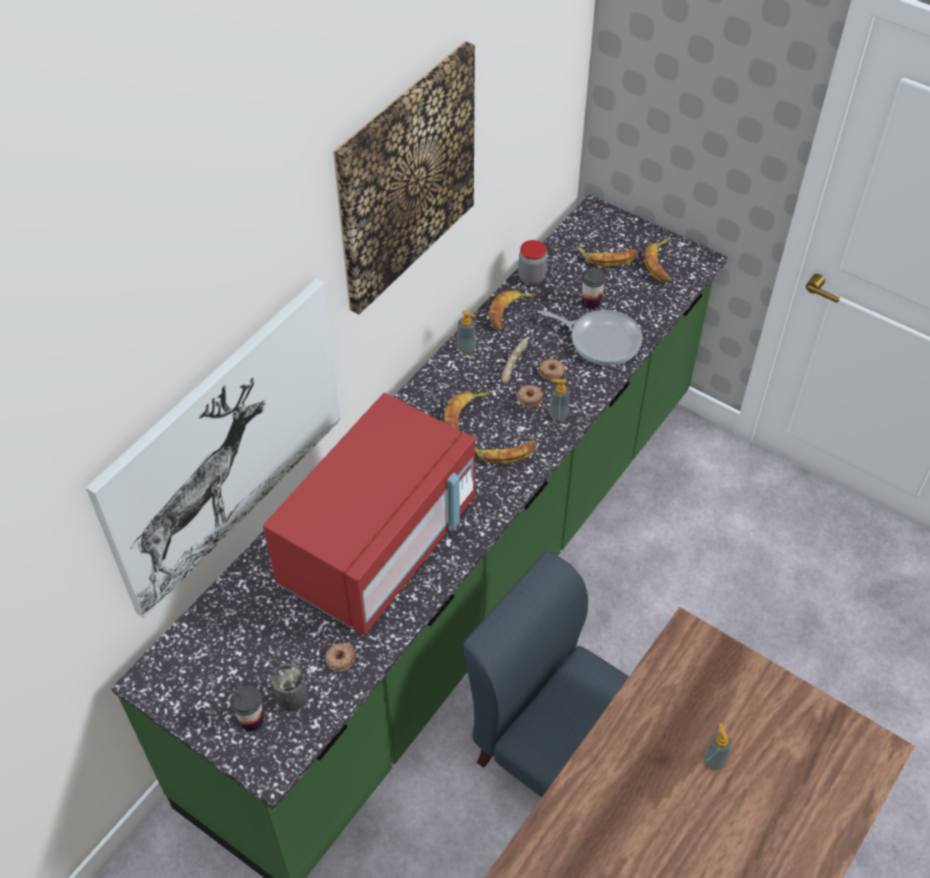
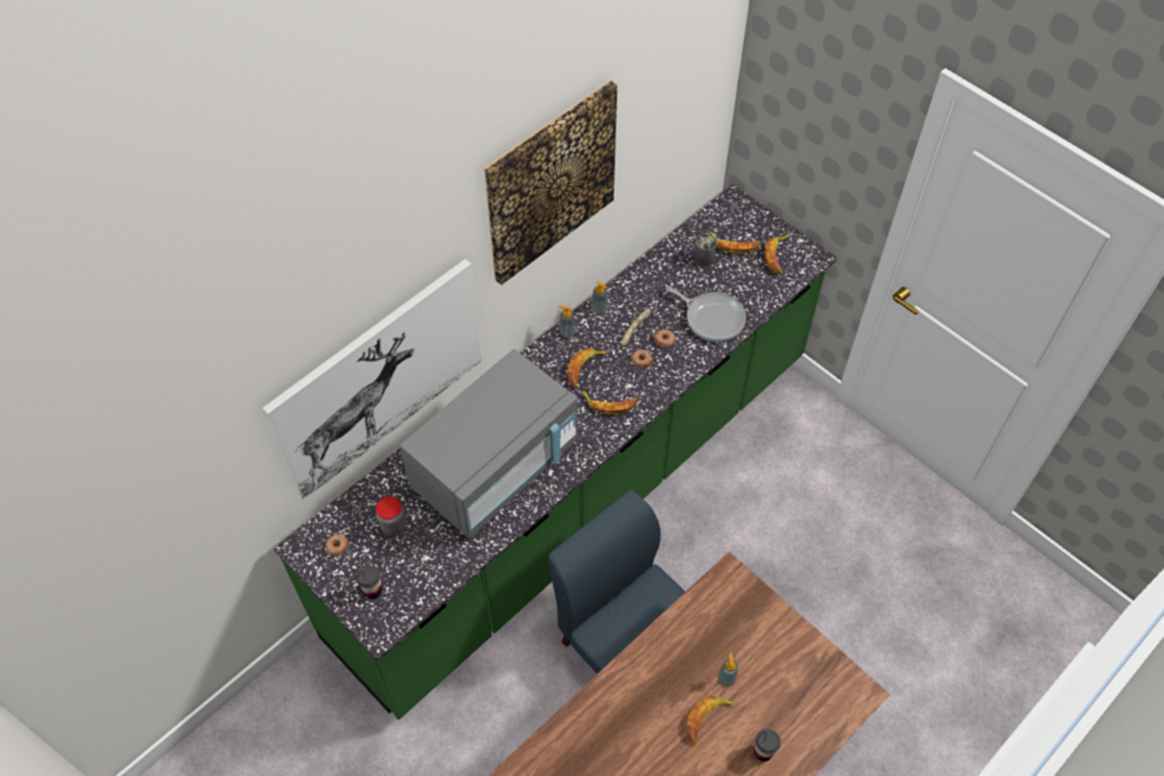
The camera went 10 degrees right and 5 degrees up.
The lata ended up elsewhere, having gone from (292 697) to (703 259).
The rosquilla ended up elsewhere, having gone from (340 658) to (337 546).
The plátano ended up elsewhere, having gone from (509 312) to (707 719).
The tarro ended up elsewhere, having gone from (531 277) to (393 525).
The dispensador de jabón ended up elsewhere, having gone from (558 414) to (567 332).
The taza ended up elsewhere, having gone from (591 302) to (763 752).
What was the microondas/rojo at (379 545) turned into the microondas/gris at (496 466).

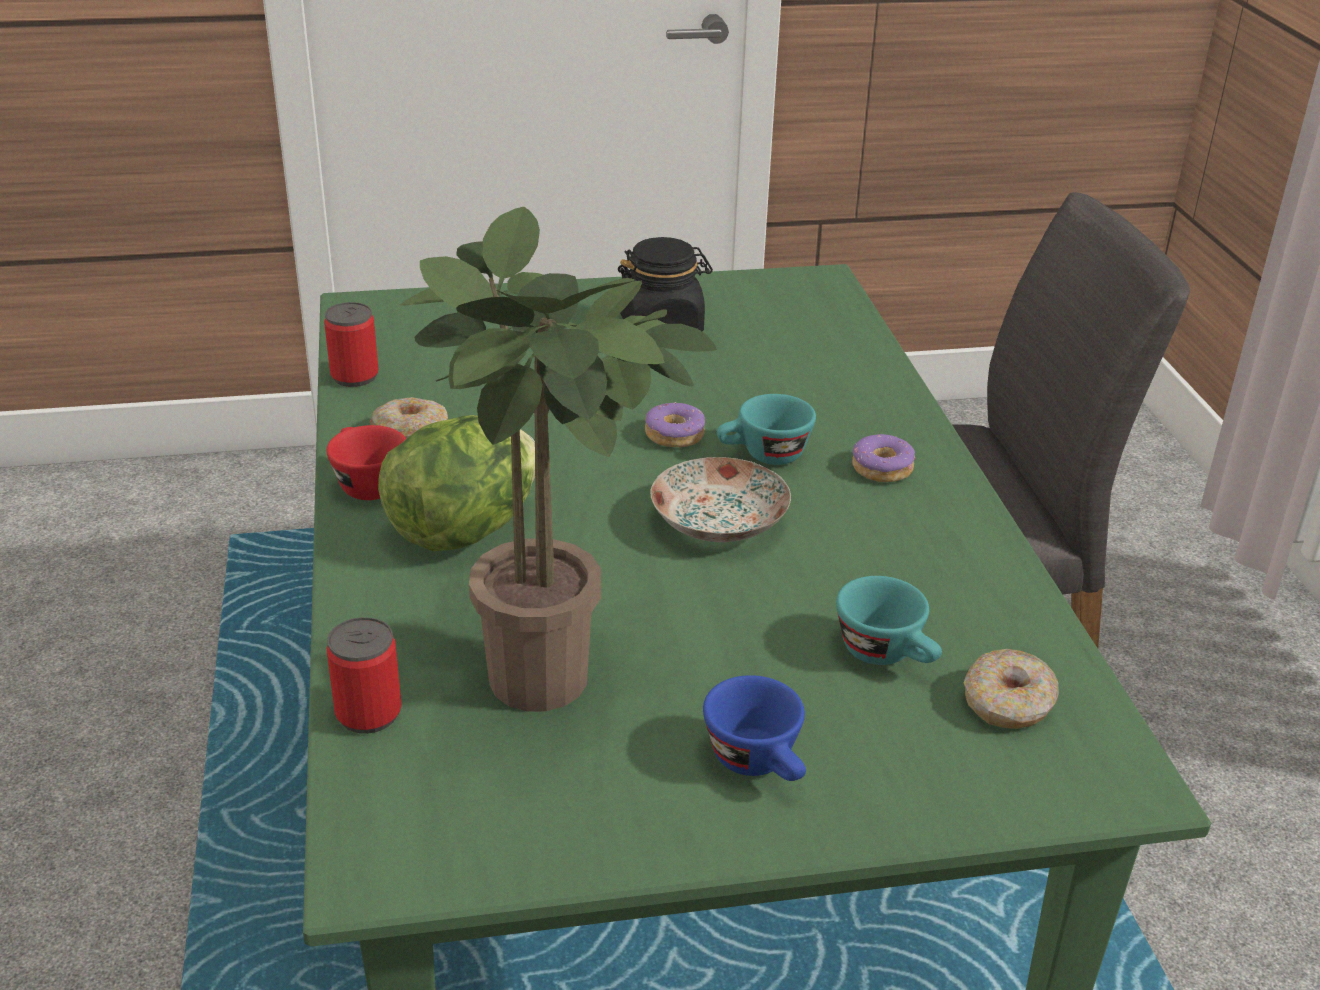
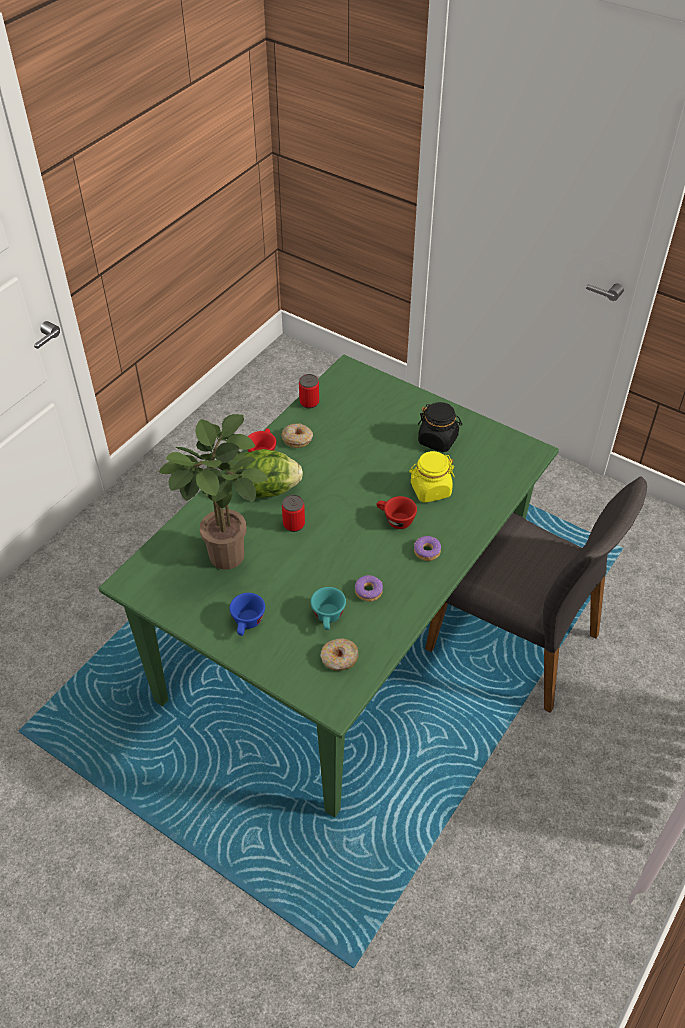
The camera went 45 degrees right and 15 degrees up.
The second view lost the plato at (718 524).
The second view gained the tarro/amarillo at (430 490).
The lata ended up elsewhere, having gone from (368 713) to (294 524).
The rosquilla ended up elsewhere, having gone from (675 435) to (369 591).
What was the taza/turquesa at (763 456) turned into the taza/rojo at (395 520).

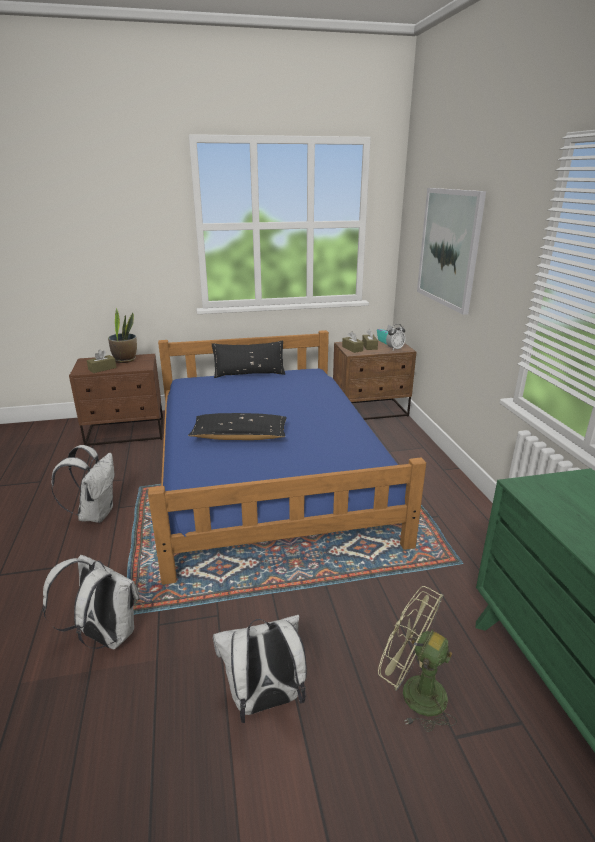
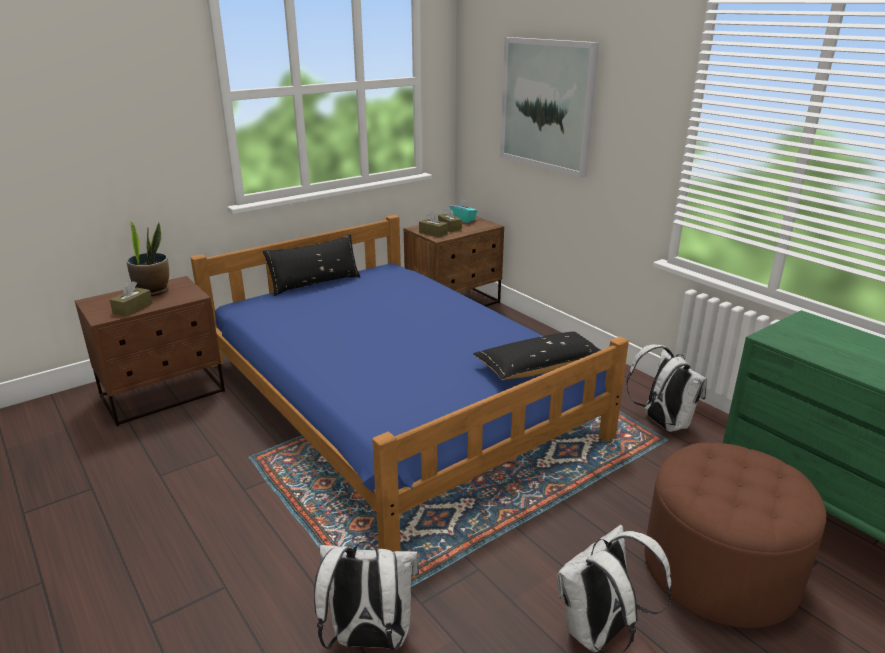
The camera went 25 degrees left and 0 degrees up.
The second view lost the despertador at (394 349).
The mochila/blanco ended up elsewhere, having gone from (95 513) to (662 423).
The cojín/negro ended up elsewhere, having gone from (239 436) to (539 367).
Where the ventilador/verde stood at (413 692), the puf/marrón came to stand at (719 570).

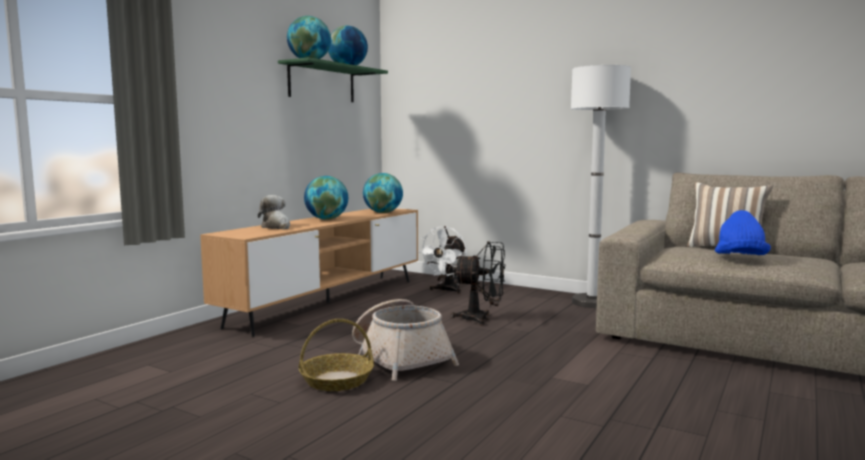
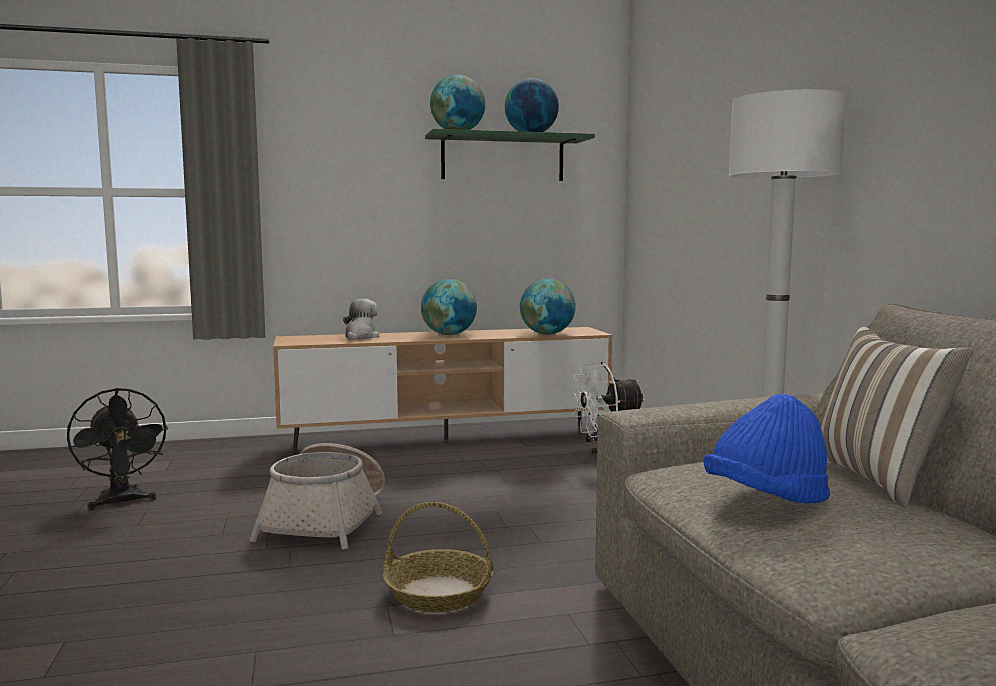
The camera went 45 degrees right and 0 degrees up.
The cesta ended up elsewhere, having gone from (337 380) to (439 593).
The ventilador/negro ended up elsewhere, having gone from (481 319) to (122 503).

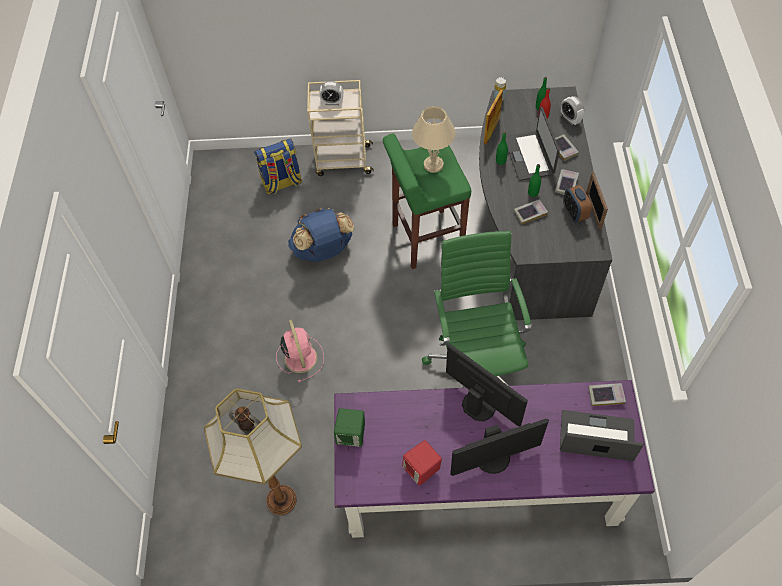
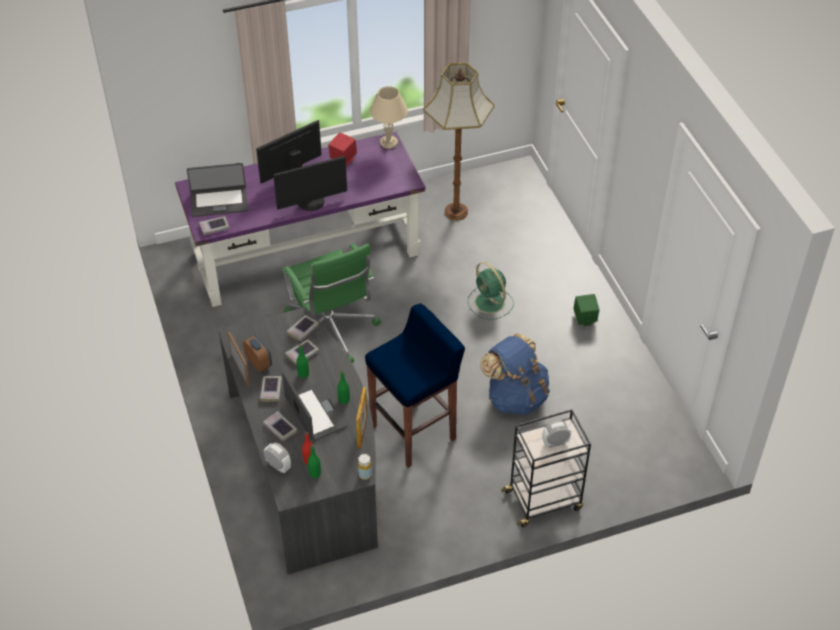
The camera went 160 degrees right and 10 degrees down.
The second view lost the mochila at (282 183).
The second view gained the libro at (303 330).
The altavoz/verde ended up elsewhere, having gone from (351 434) to (585 319).
The lámpara de mesa/beis ended up elsewhere, having gone from (432 164) to (389 142).
What was the ventilador/rosa at (300 357) turned into the ventilador/verde at (490 303).
What was the carrito/beis at (342 161) turned into the carrito/negro at (544 500).
What was the taburete/verde at (426 239) turned into the taburete/azul at (414 432).
The monitor at (480 404) ended up facing another way, 45 degrees counterclockwise from before.

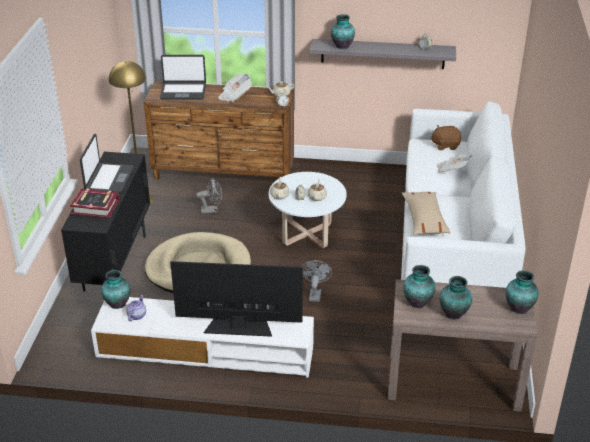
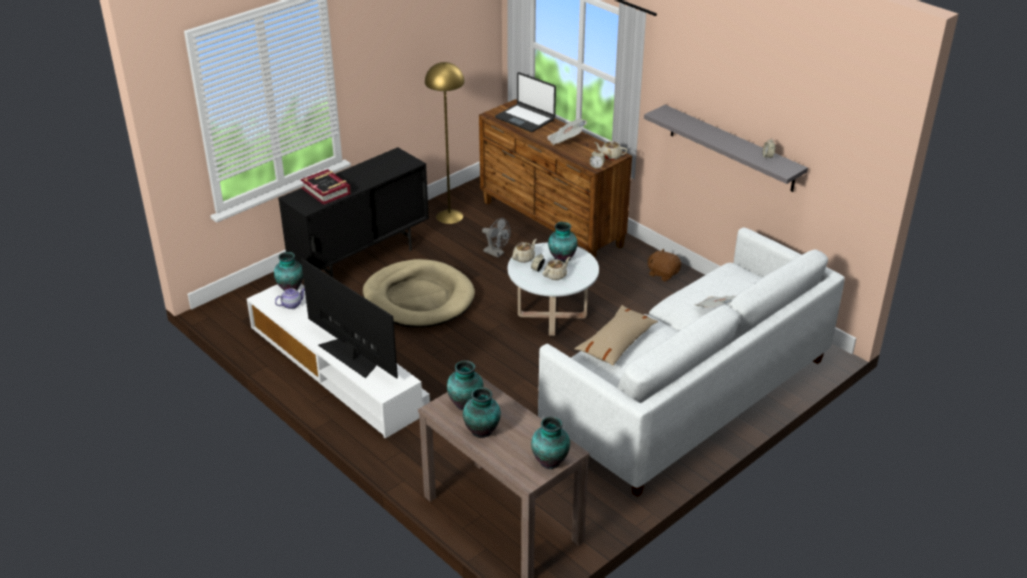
The camera went 40 degrees right and 0 degrees up.
The second view lost the portátil at (108 179).
The second view lost the ventilador/gris at (315 293).
The florero ended up elsewhere, having gone from (341 46) to (561 258).
The peluche/marrón ended up elsewhere, having gone from (445 145) to (663 274).

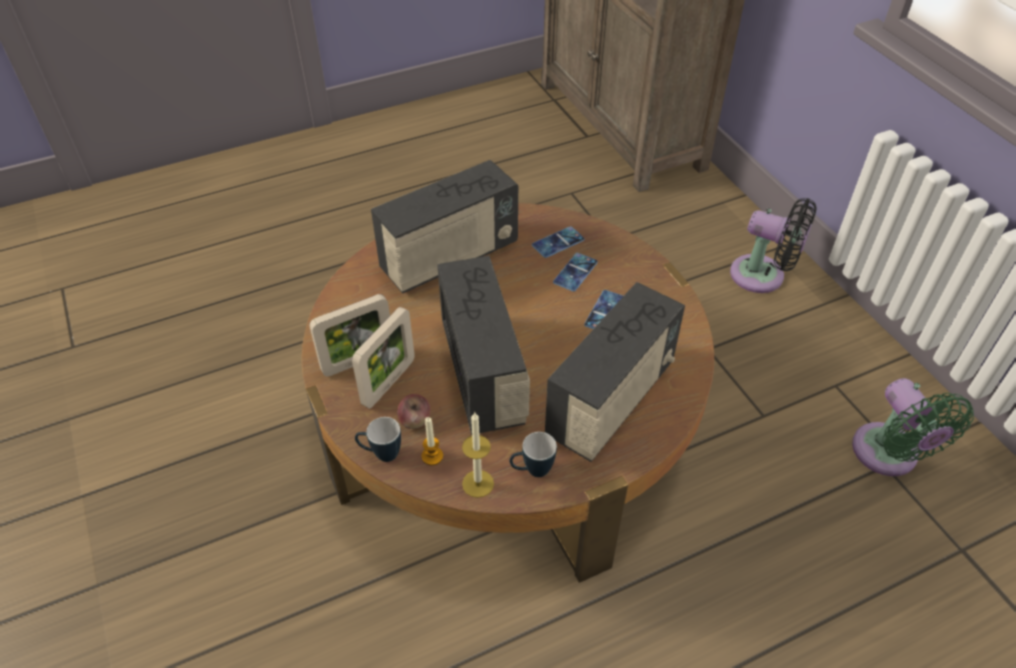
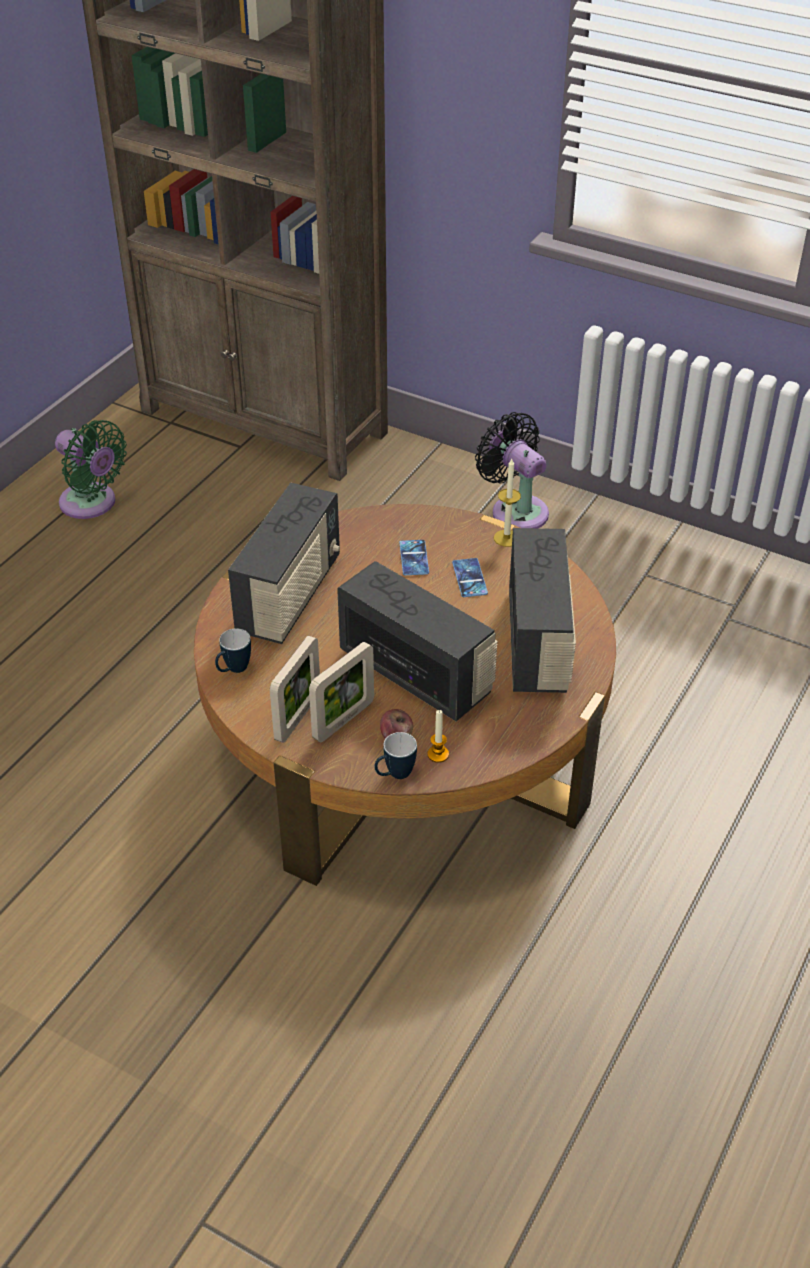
The camera went 35 degrees left and 5 degrees down.
The second view lost the móvil at (558 242).
The vela ended up elsewhere, having gone from (478 483) to (506 538).
The taza grande ended up elsewhere, having gone from (532 471) to (233 670).
The ventilador/verde ended up elsewhere, having gone from (888 456) to (92 504).
The portarretratos at (389 383) ended up facing another way, 45 degrees clockwise from before.
The ventilador/negro at (763 276) ended up facing another way, 120 degrees counterclockwise from before.

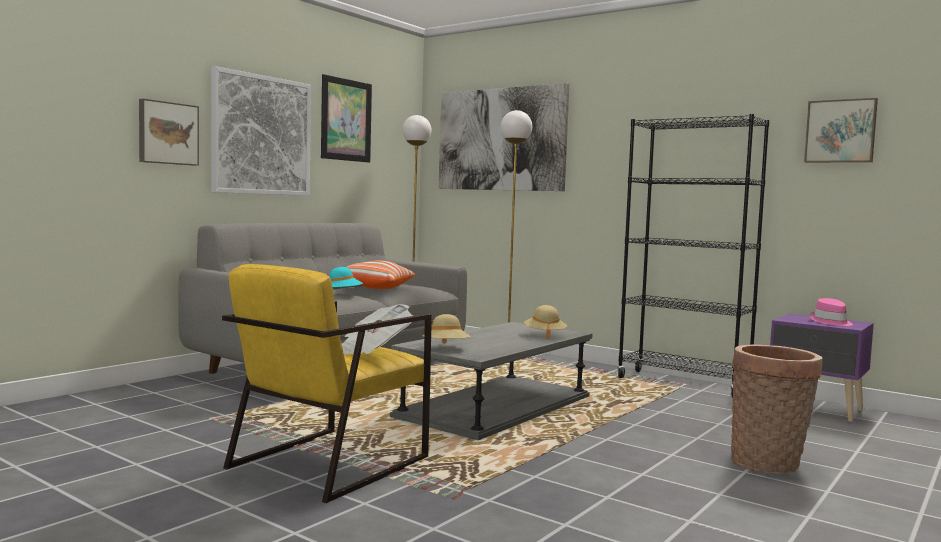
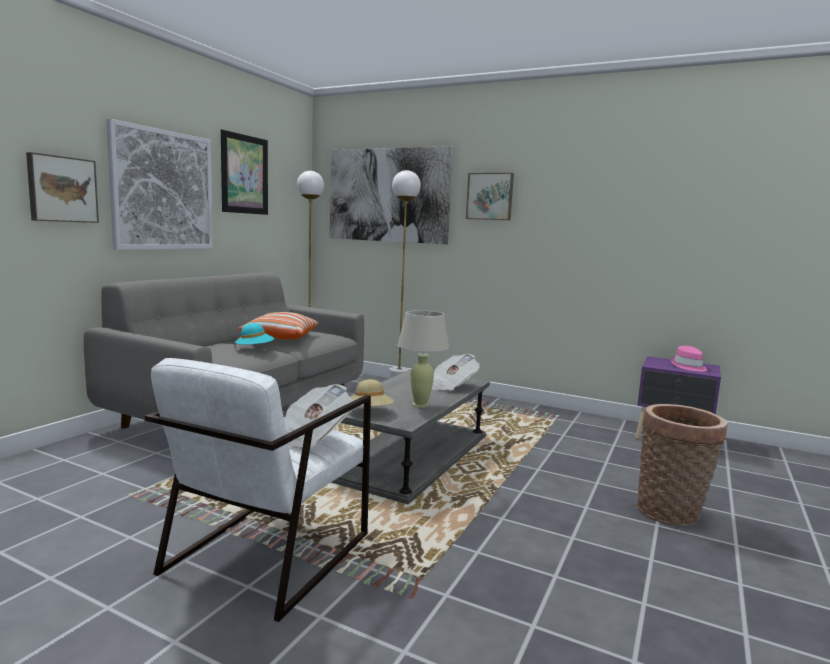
The camera went 10 degrees left and 5 degrees up.
The second view lost the estantería/negro at (683 384).
The second view gained the lámpara de mesa/beis at (420 405).
The cuadro ended up elsewhere, having gone from (840 131) to (490 196).
Where the sombrero/beis stood at (544 335), the periódico came to stand at (450 386).
What was the sillón/amarillo at (328 462) turned into the sillón/blanco at (267 553).

